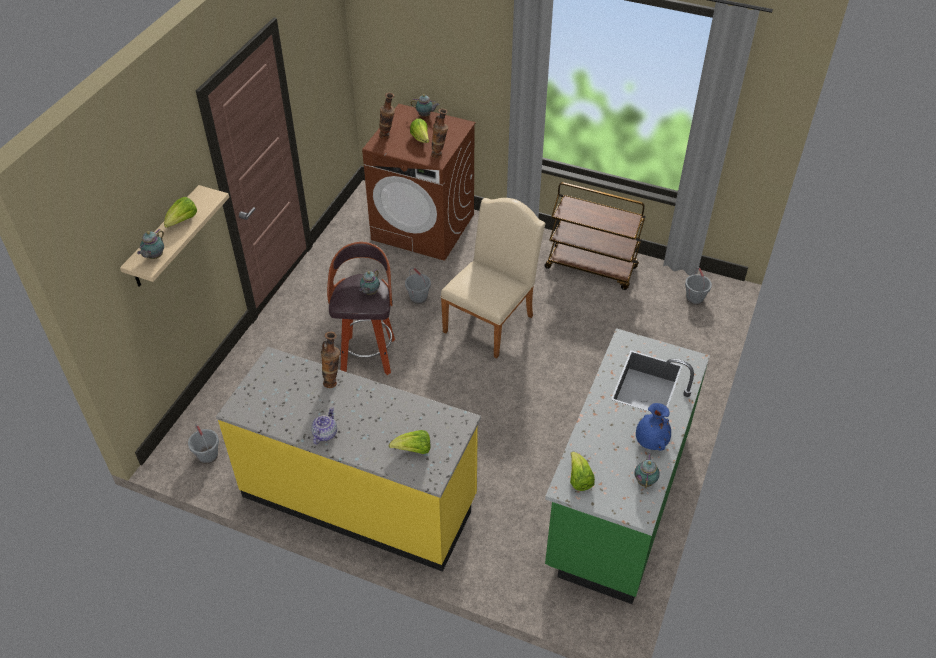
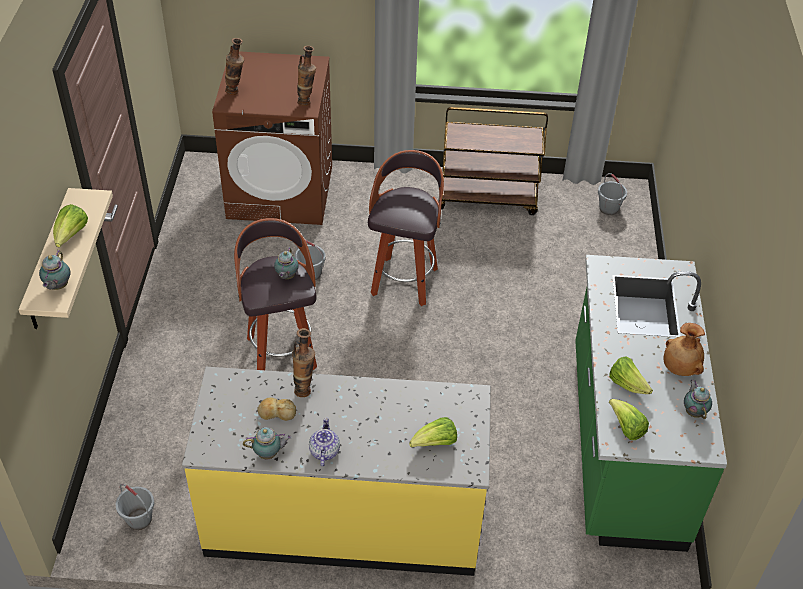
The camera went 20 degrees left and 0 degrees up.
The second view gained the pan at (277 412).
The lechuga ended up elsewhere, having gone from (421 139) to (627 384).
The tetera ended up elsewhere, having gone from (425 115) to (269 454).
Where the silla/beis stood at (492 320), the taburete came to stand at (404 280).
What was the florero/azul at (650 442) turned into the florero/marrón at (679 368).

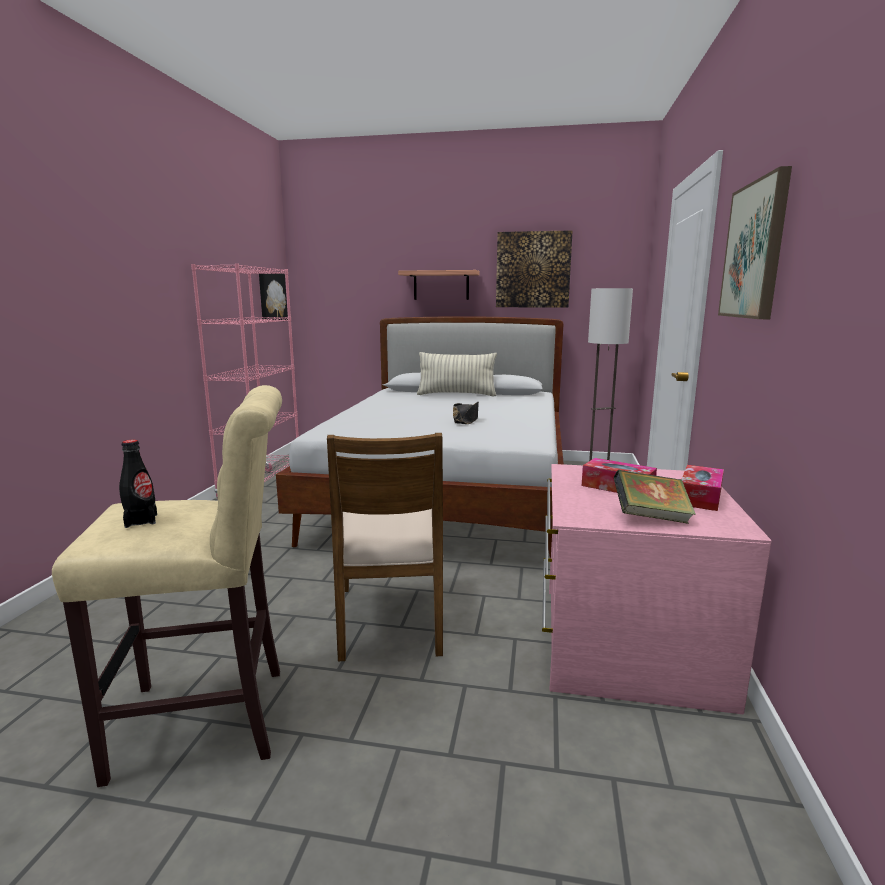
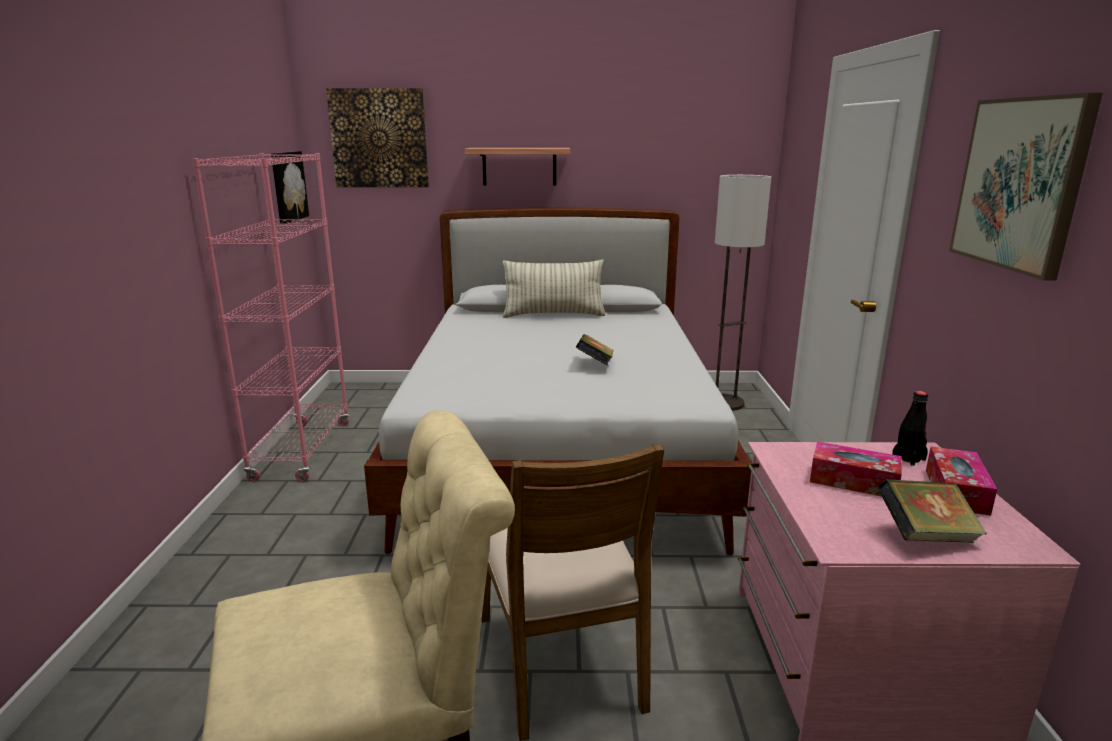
The camera went 10 degrees left and 5 degrees up.
The botella/negro ended up elsewhere, having gone from (141 521) to (908 458).
The cuadro ended up elsewhere, having gone from (533 270) to (379 138).
Where the sombrero/negro stood at (466 420), the libro came to stand at (595 365).

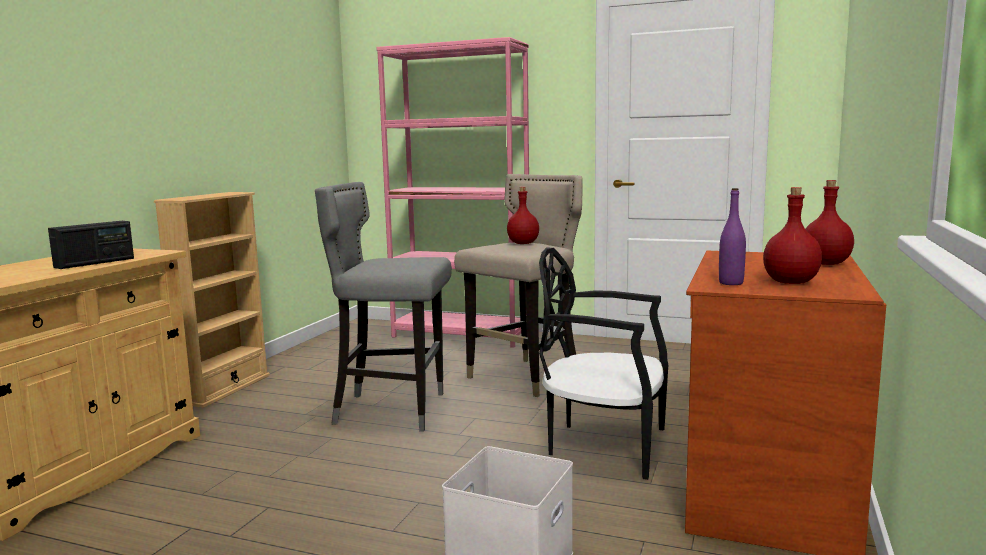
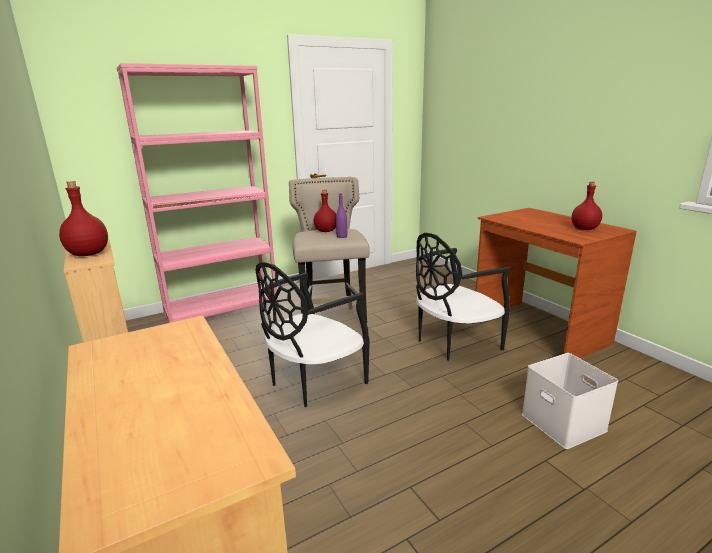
The camera went 50 degrees left and 10 degrees up.
The second view lost the radio at (95 263).
The botella/morado ended up elsewhere, having gone from (731 283) to (342 236).
The botella/rojo ended up elsewhere, having gone from (825 263) to (88 254).
Where the taburete/gris stood at (392 410), the silla/negro came to stand at (313 381).

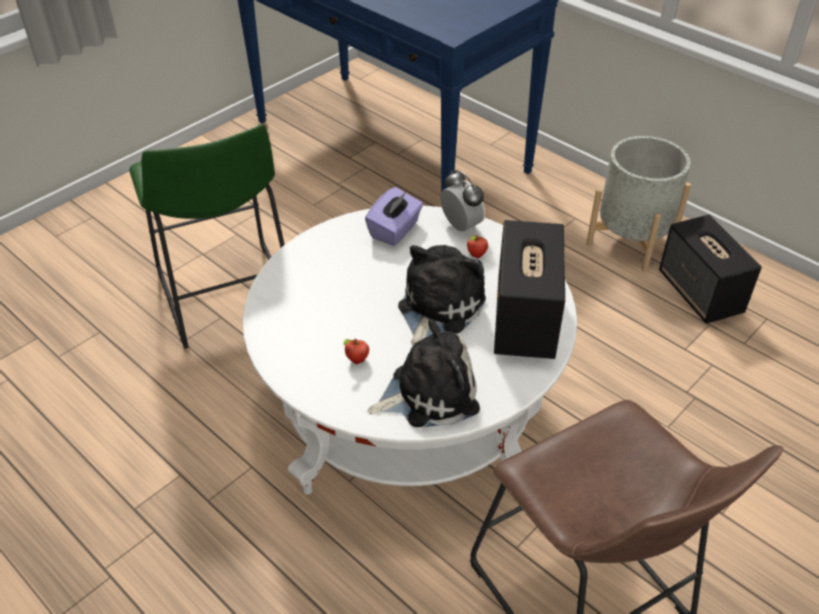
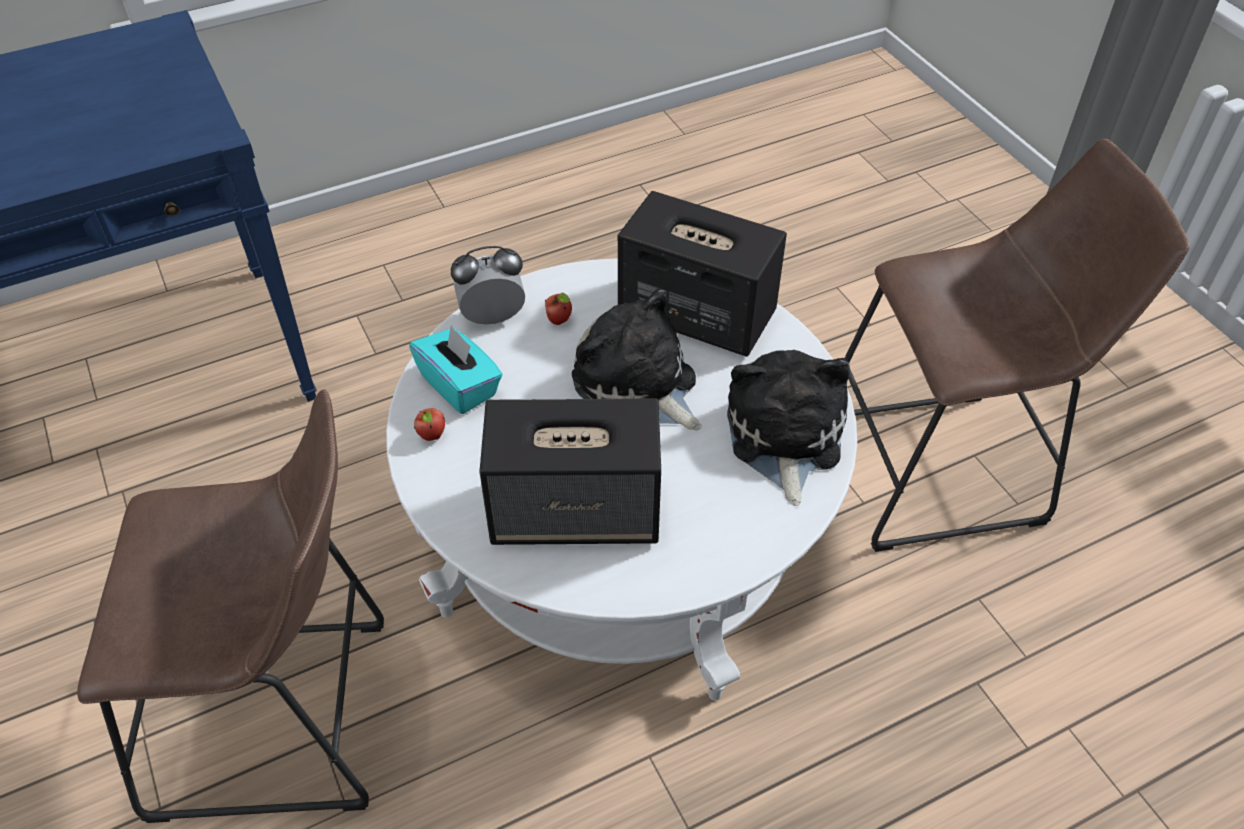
The camera went 70 degrees left and 5 degrees up.
The second view lost the maceta/gris at (631 241).
The manzana ended up elsewhere, having gone from (356 361) to (433 436).
The altavoz ended up elsewhere, having gone from (700 293) to (577 511).
What was the taburete/verde at (228 300) turned into the taburete/marrón at (288 719).
What was the caja de pañuelos/morado at (395 230) turned into the caja de pañuelos/turquesa at (460 386).

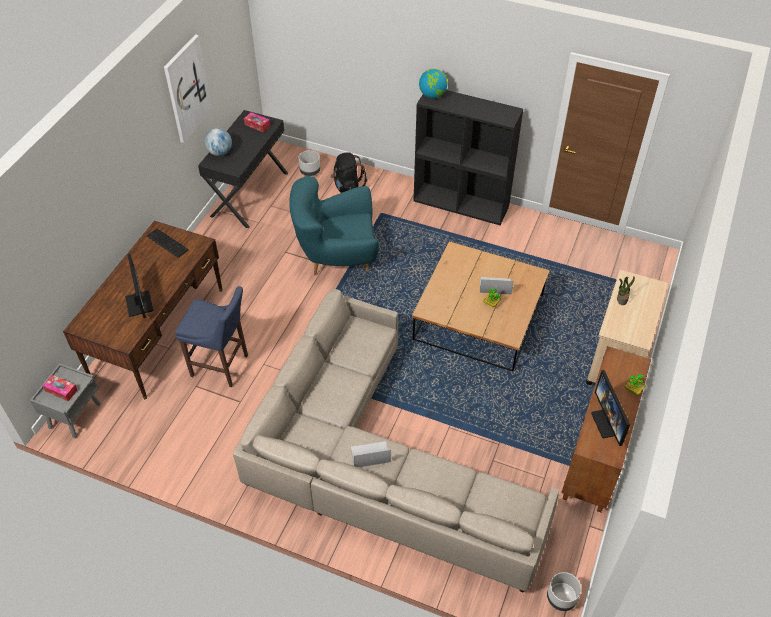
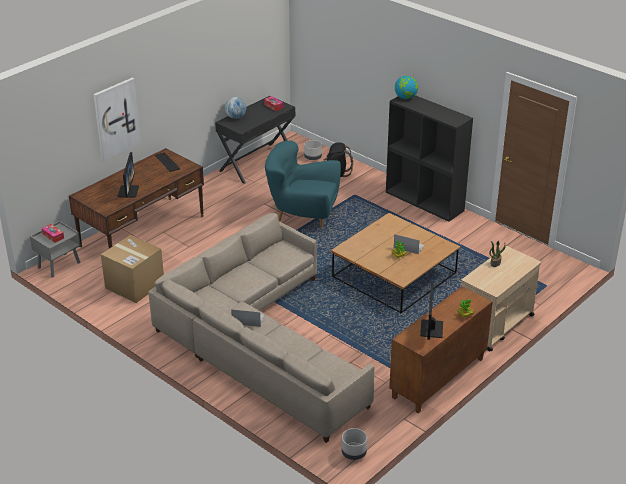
The camera went 20 degrees right and 15 degrees down.
The second view lost the taburete/azul at (222 367).
The second view gained the caja de cartón at (135 285).
The cuadro ended up elsewhere, having gone from (187 89) to (116 118).

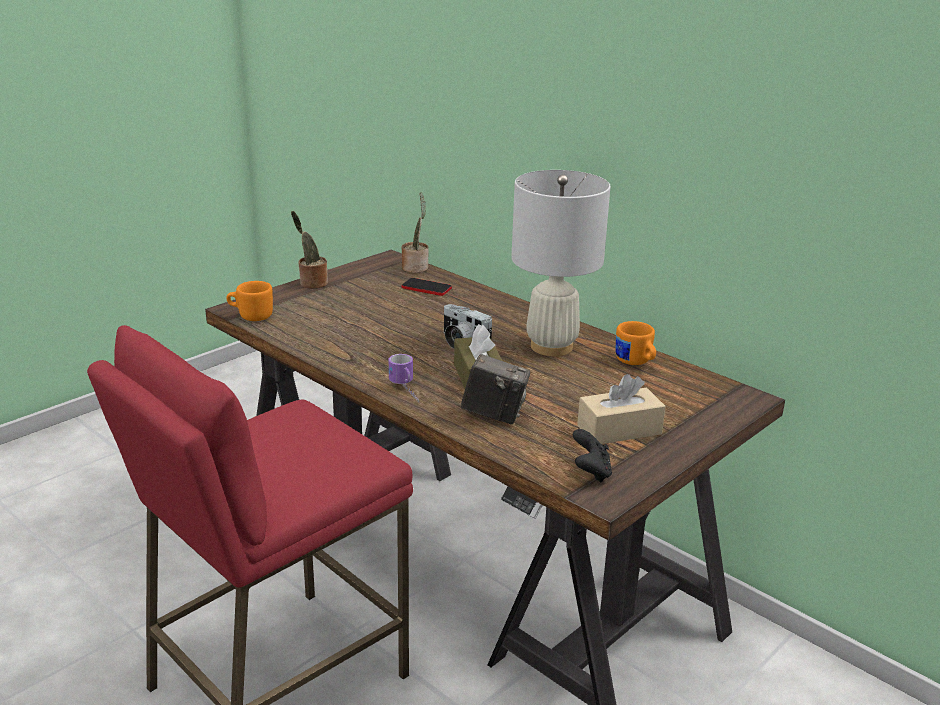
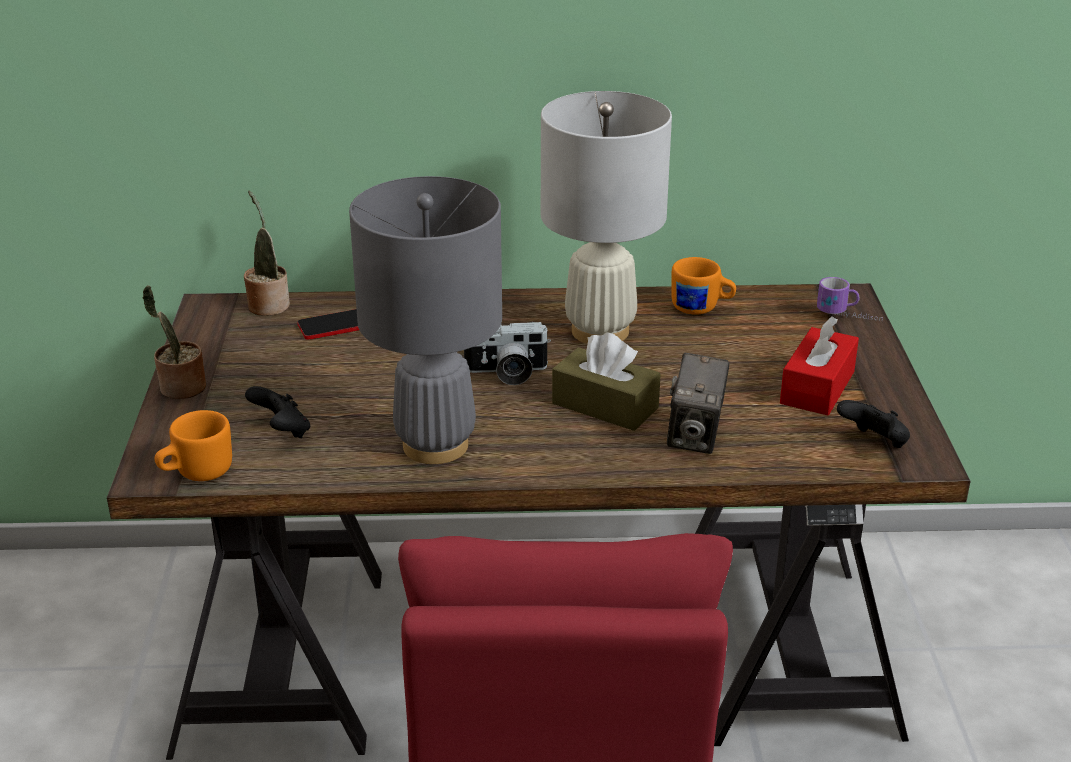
The camera went 45 degrees left and 5 degrees up.
The second view gained the mando de consola/negro at (282 431).
The second view gained the lámpara de mesa/gris at (435 446).
The taza grande ended up elsewhere, having gone from (406 392) to (848 318).
What was the caja de pañuelos/beis at (619 430) turned into the caja de pañuelos/rojo at (817 387).
The cámara at (494 415) ended up facing another way, 135 degrees clockwise from before.

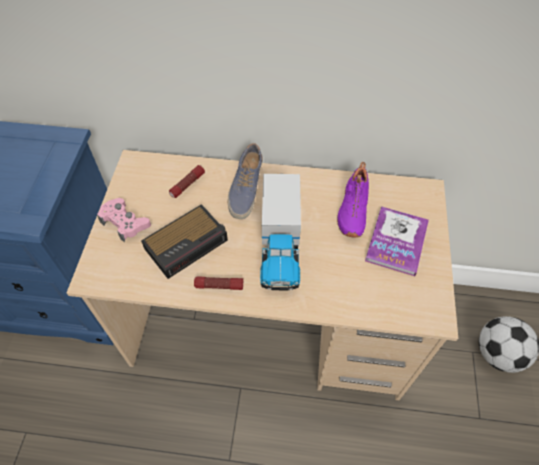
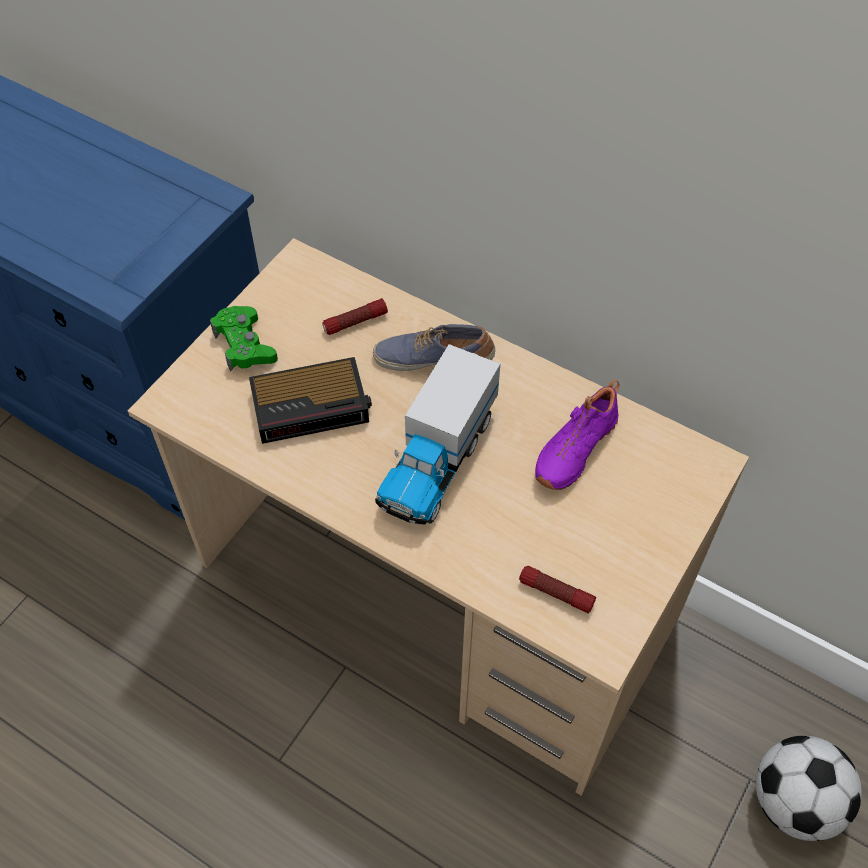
The camera went 25 degrees right and 0 degrees up.
The second view lost the libro at (396 241).
The linterna ended up elsewhere, having gone from (219 286) to (556 593).
What was the mando de consola/rosa at (125 223) turned into the mando de consola/verde at (244 345).
The zapato at (245 189) ended up facing another way, 60 degrees clockwise from before.

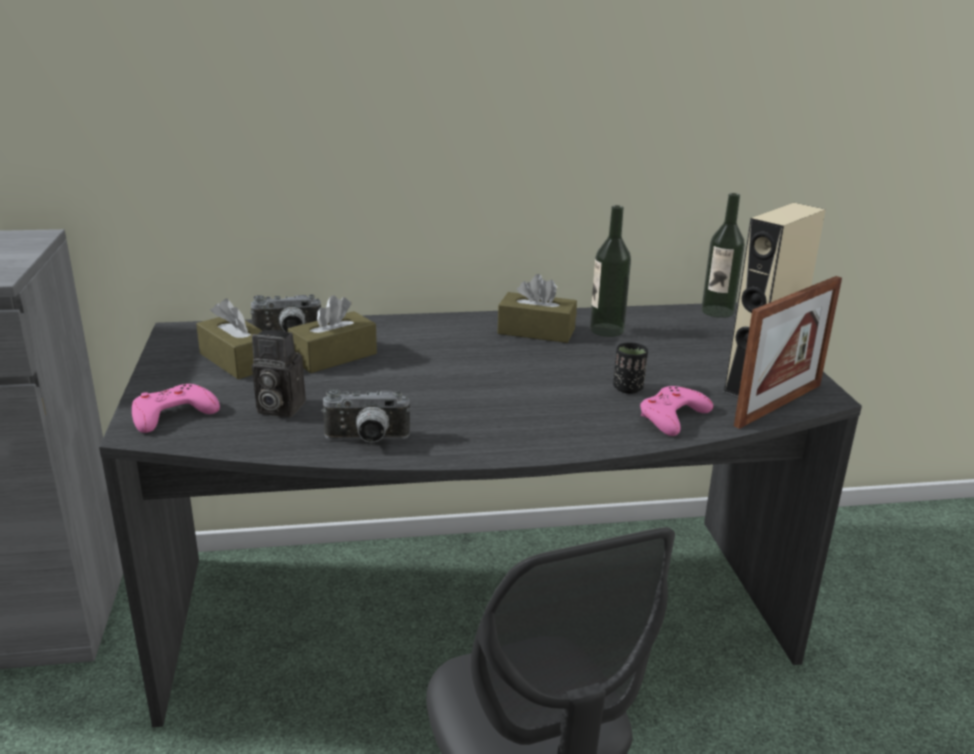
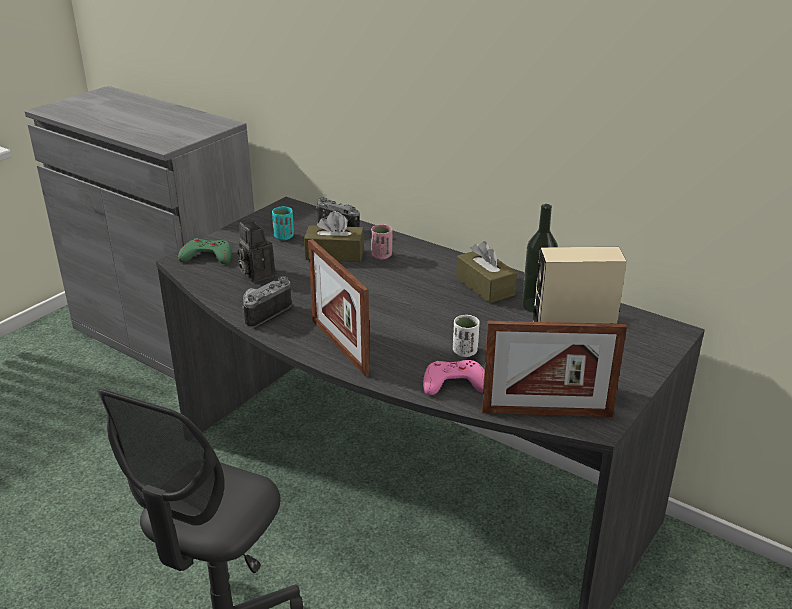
The camera went 45 degrees right and 5 degrees up.
The second view lost the botella at (717 311).
The second view gained the portarretratos at (339 346).
The second view gained the taza/rosa at (381 255).
Where the caja de pañuelos/marrón stood at (237 361), the taza/turquesa came to stand at (284 237).
What was the mando de consola/rosa at (173 414) turned into the mando de consola/verde at (207 256).
What was the taza/negro at (628 388) turned into the taza/blanco at (465 352).
The cámara at (367 441) ended up facing another way, 90 degrees clockwise from before.

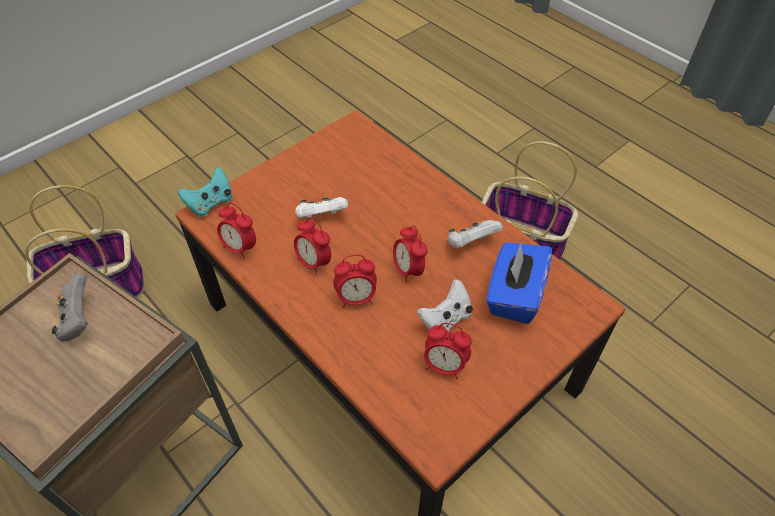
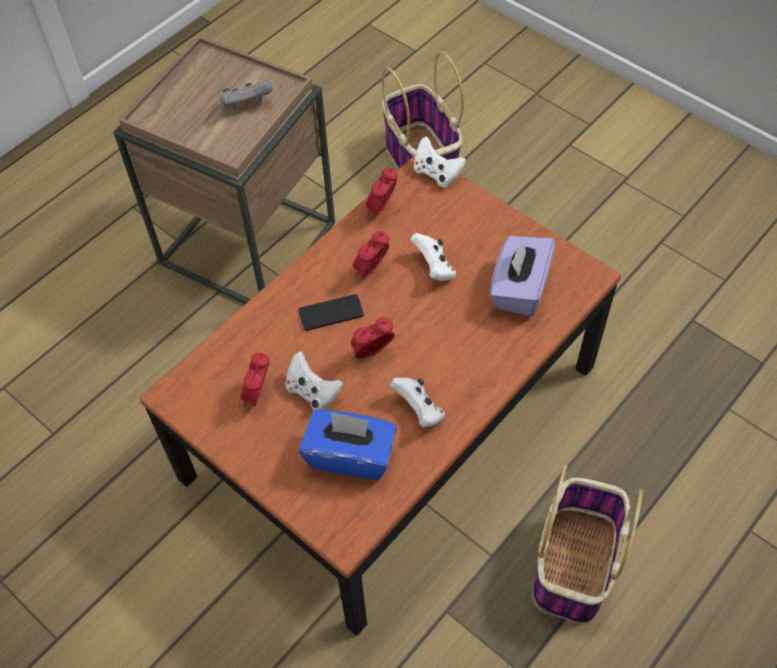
The camera went 85 degrees right and 5 degrees up.
The second view gained the caja de pañuelos/morado at (519 289).
Where the despertador stood at (356 298), the móvil came to stand at (331 313).
What was the mando de consola/turquesa at (210 203) turned into the mando de consola/blanco at (436 173).

